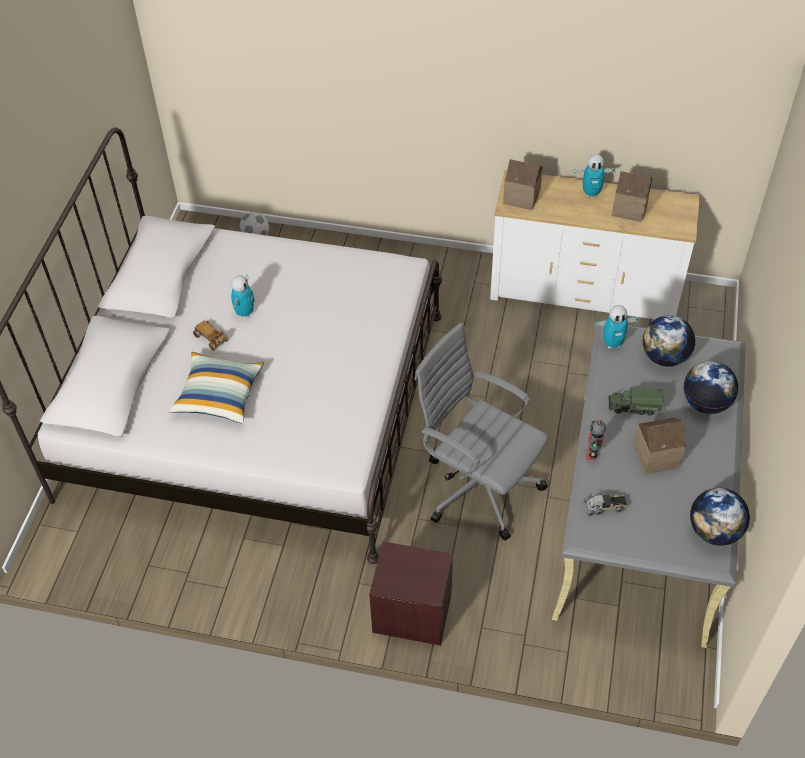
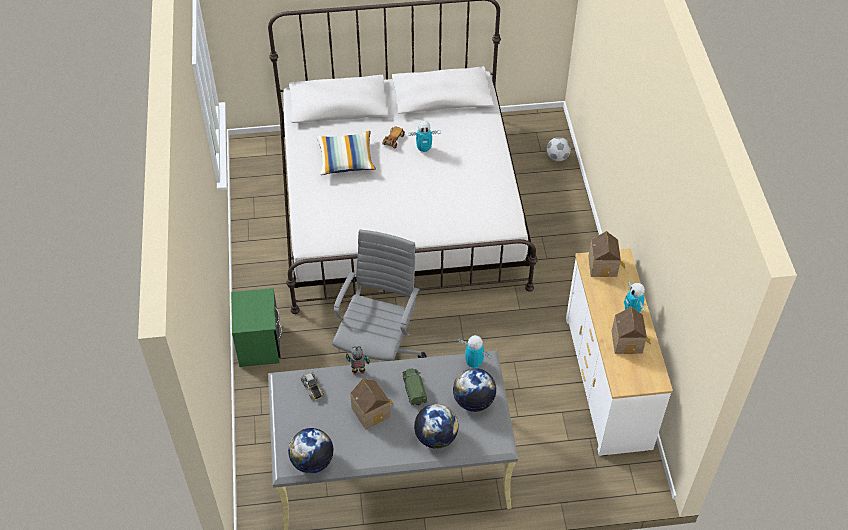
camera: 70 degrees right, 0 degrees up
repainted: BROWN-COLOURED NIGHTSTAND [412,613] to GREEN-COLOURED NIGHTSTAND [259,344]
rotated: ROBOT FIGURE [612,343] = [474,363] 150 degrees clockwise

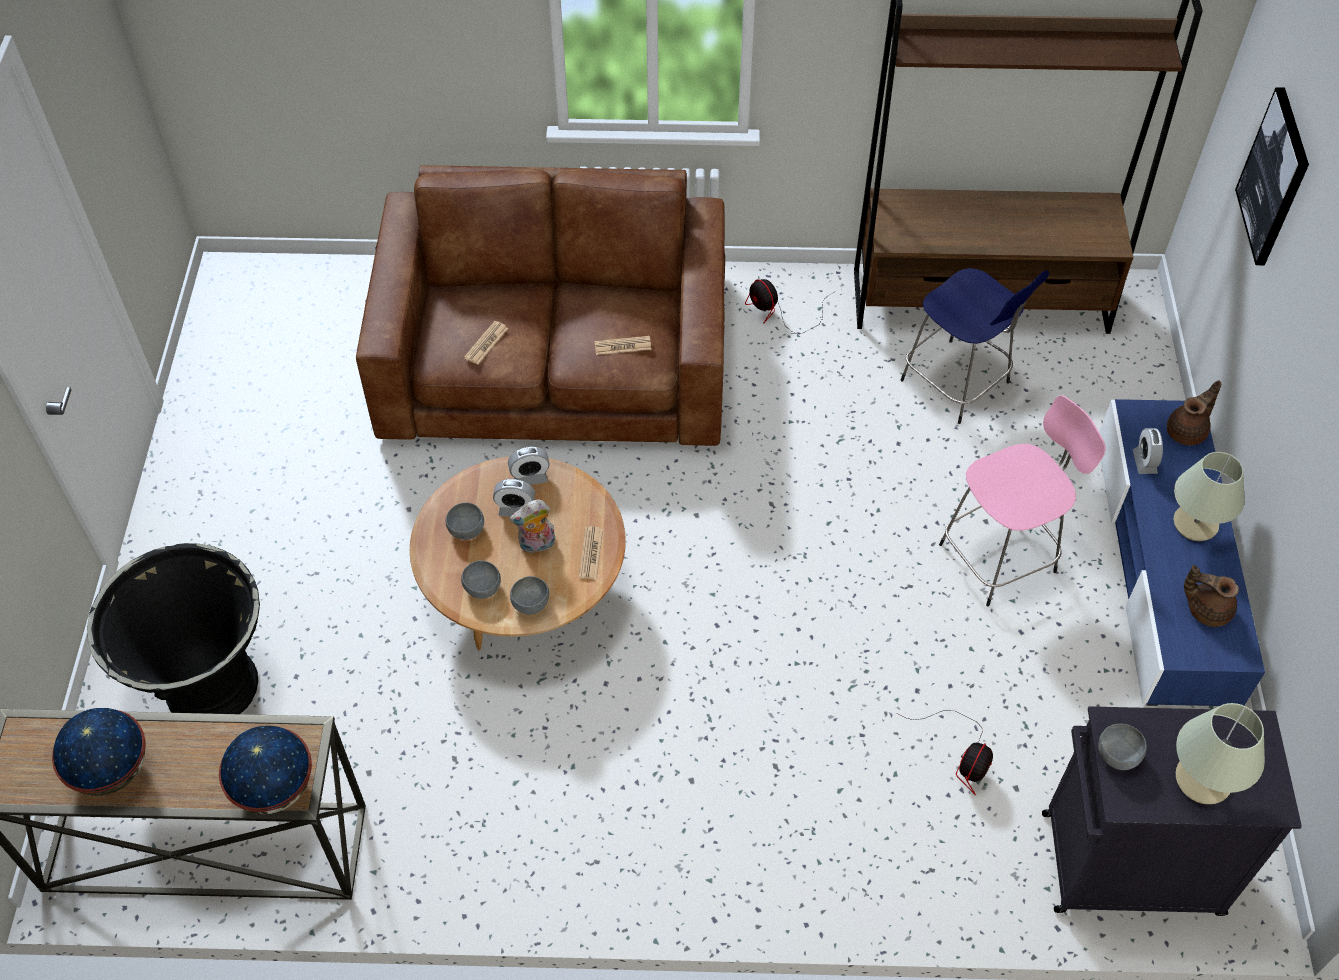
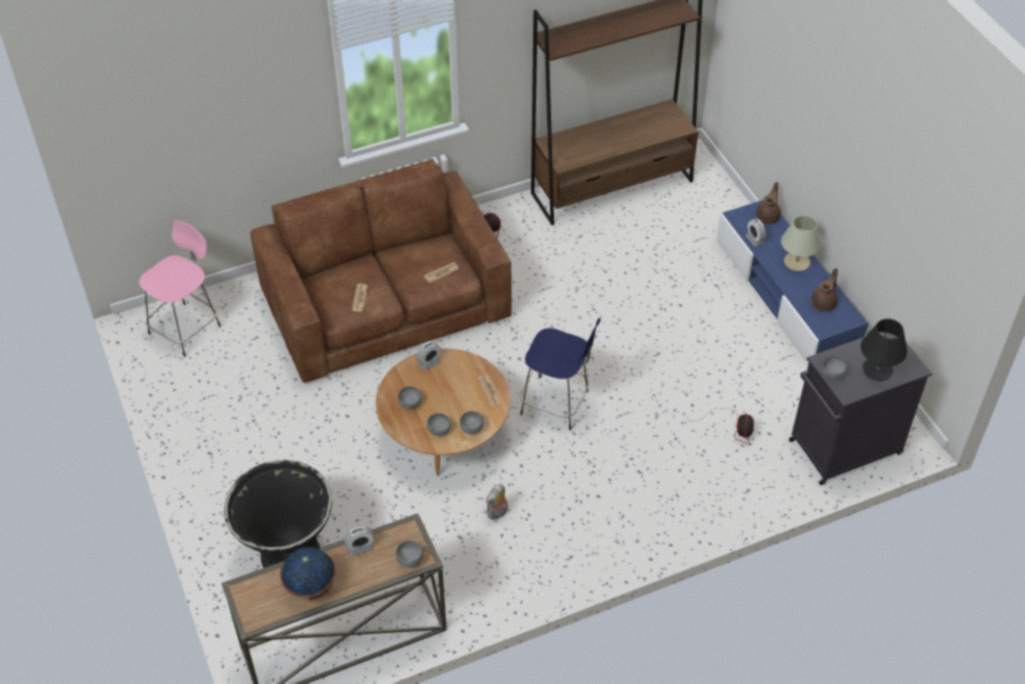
camera: 25 degrees left, 5 degrees down
gone: WALL PICTURE [1274,177]
shifted: BEDSIDE CLOCK [516,509] to [360,548]; CUDDLY TOY [537,545] to [497,513]; BLUE-COLOURED STOOL [958,383] to [557,403]; PINKISH STOOL [1001,556] to [186,328]
swapped: WORLD GLOBE [274,789] to GREYISH SERVING BOWL [409,560]
repainted: SAND-COLOURED LAMP FOR A TABLE [1203,780] to BLACK-COLOURED LAMP FOR A TABLE [877,370]
rotated: BROWN-COLOURED TEAPOT [1206,609] = [824,303] 120 degrees clockwise

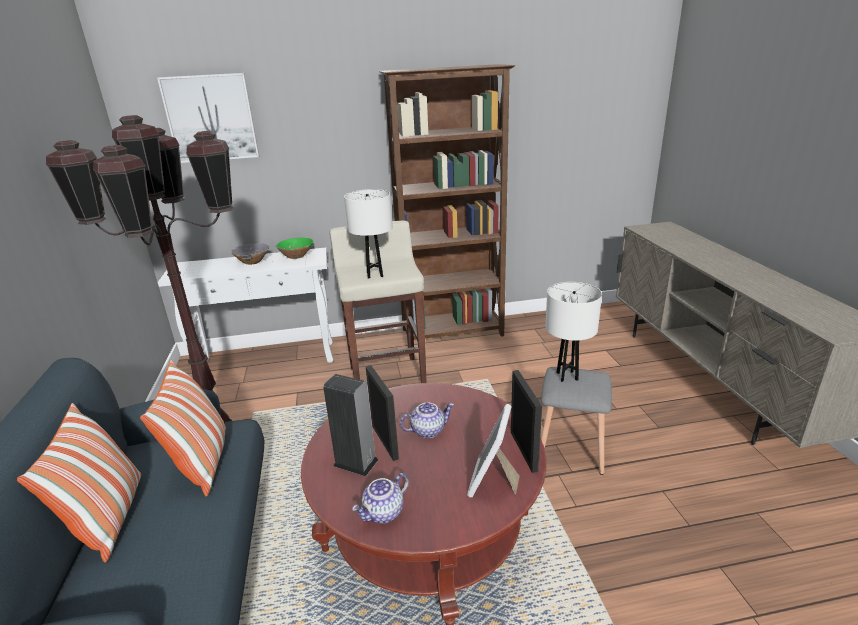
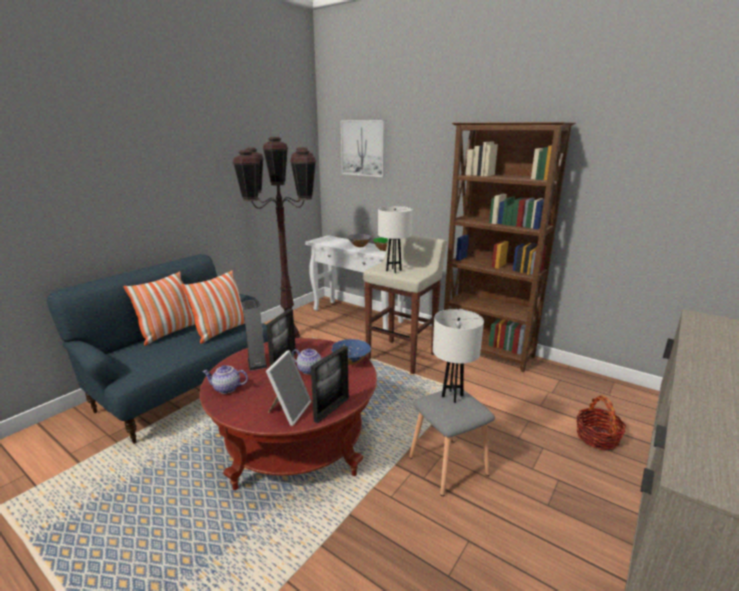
camera: 45 degrees right, 5 degrees down
new: BLUE-COLOURED SERVING BOWL [351,361]; STORAGE BASKET [597,438]
rotated: STANDING FRAME [493,481] = [289,410] 135 degrees clockwise

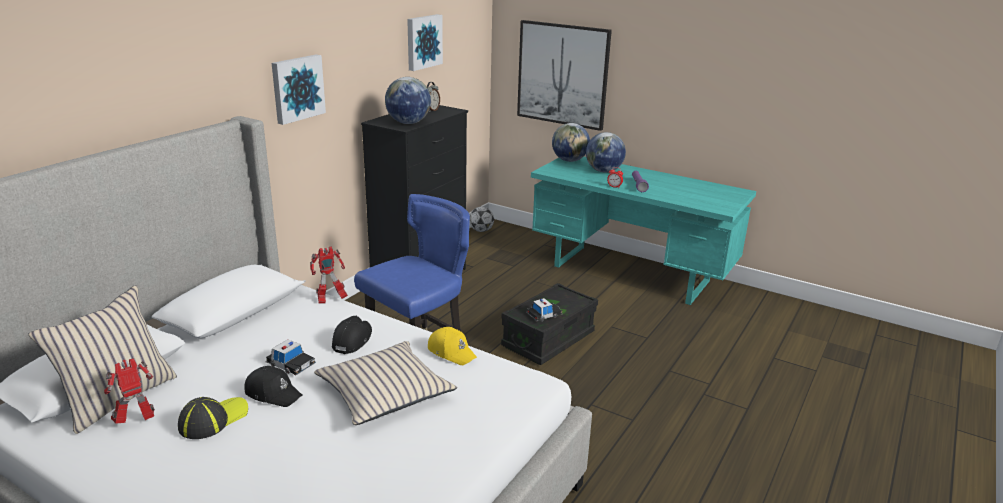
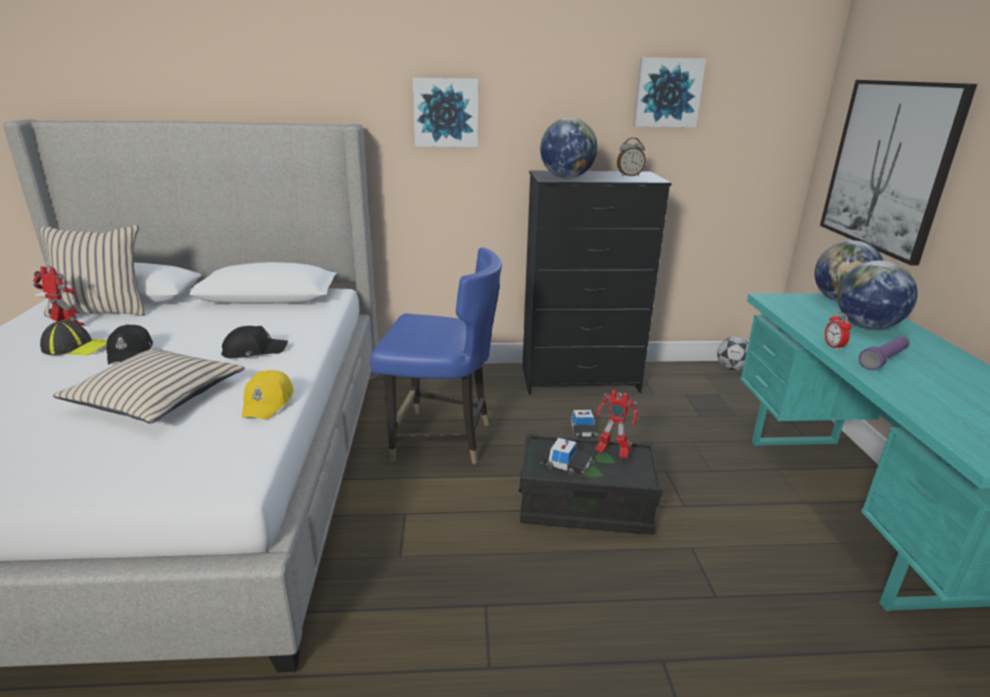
camera: 55 degrees right, 0 degrees up
shifted: MODEL CAR [291,364] to [582,429]; ROBOT FIGURE [330,299] to [611,452]

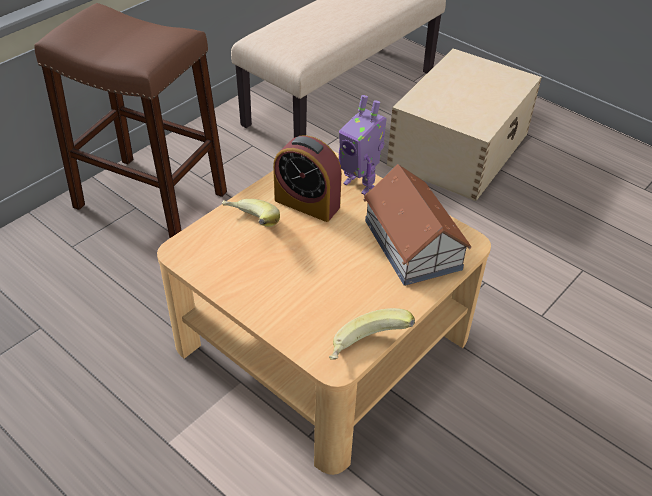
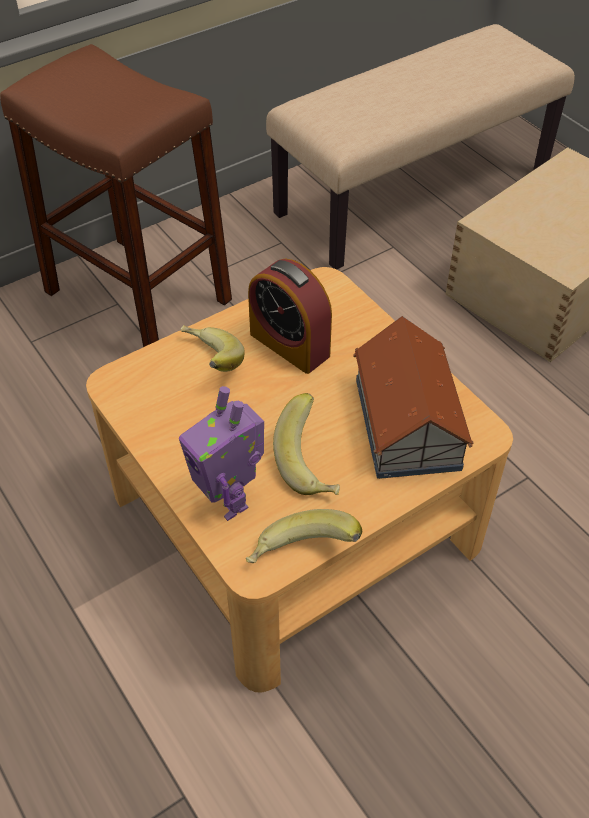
camera: 15 degrees right, 5 degrees up
new: BANANA [312,464]
shifted: ROBOT FIGURE [360,184] to [228,499]

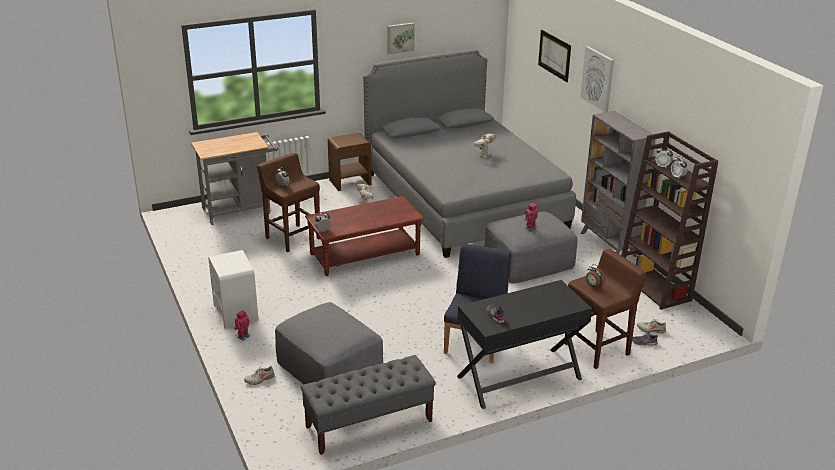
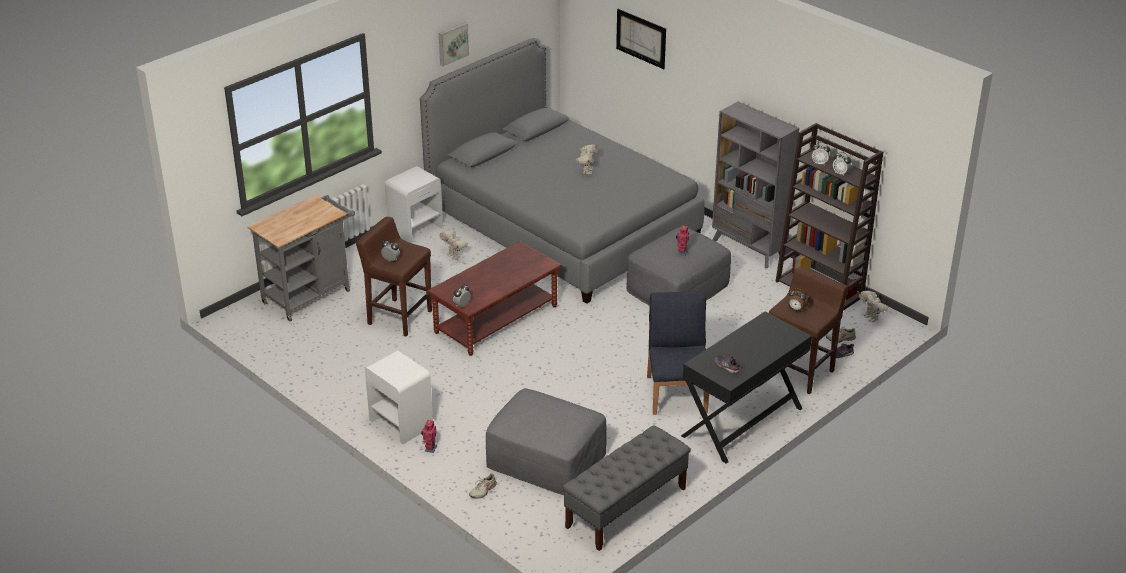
camera: 20 degrees left, 5 degrees up
gone: WALL PICTURE [597,79]
new: ROBOT FIGURE [871,317]
repainted: BROWN-COLOURED NIGHTSTAND [350,182] to WHITE NIGHTSTAND [416,228]

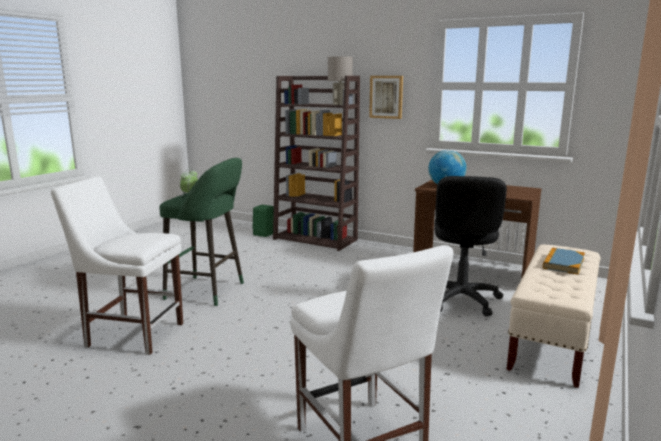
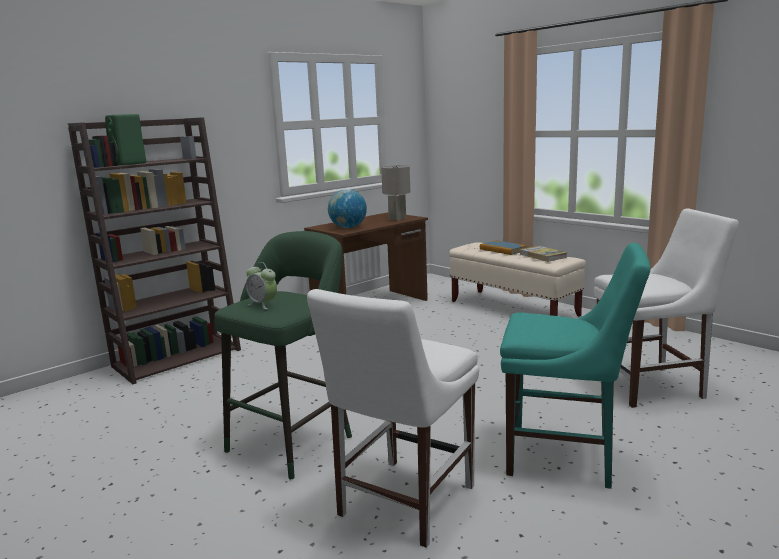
camera: 70 degrees left, 0 degrees up
gone: WALL PICTURE [386,97]; BLACK-COLOURED COMPUTER CHAIR [460,300]
new: TURQUOISE UPRIGHT CHAIR [566,457]; BOOK [543,256]
shifted: GREEN-COLOURED SPEAKER [263,234] to [129,164]; GREYISH LAMP FOR A TABLE [340,104] to [397,219]

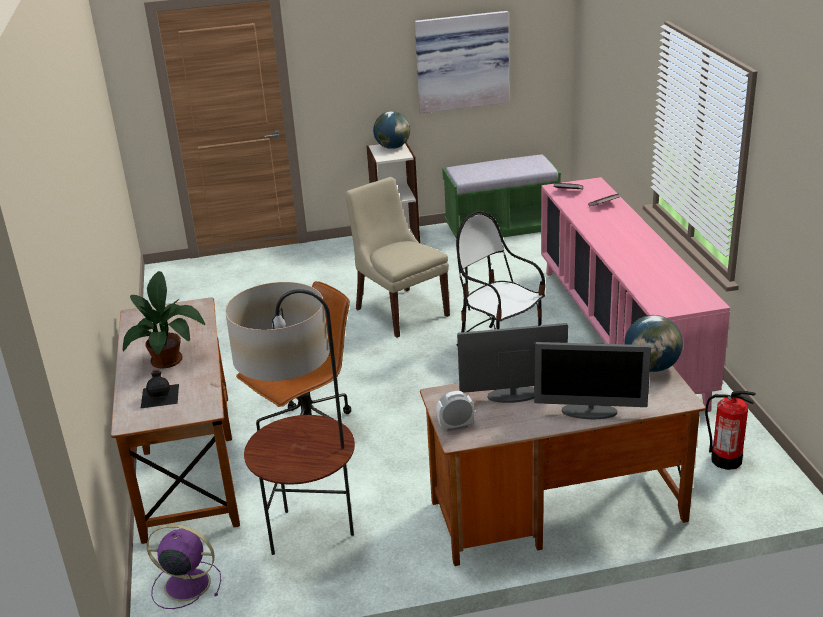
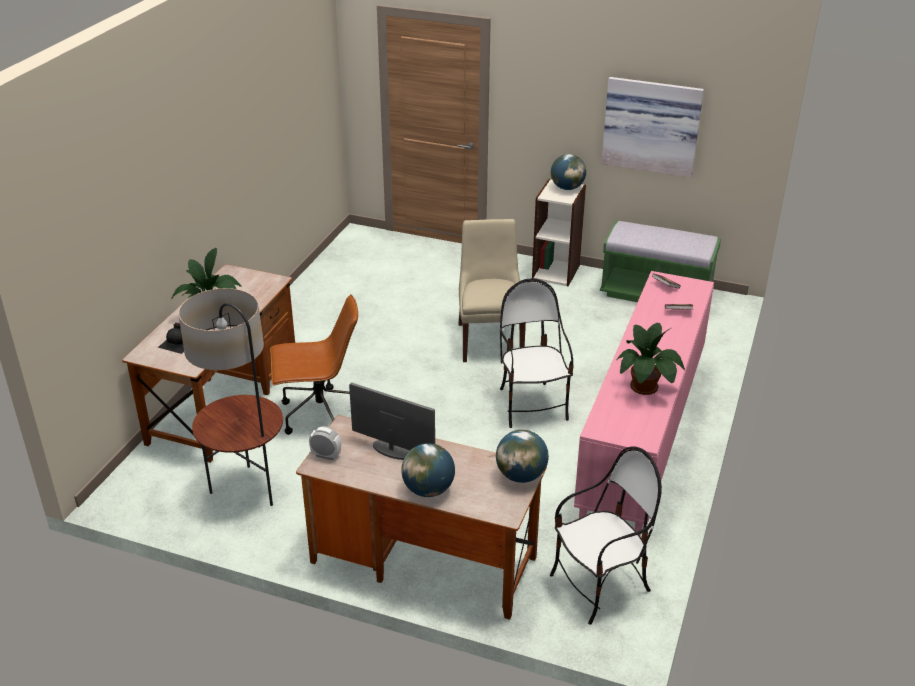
camera: 30 degrees right, 5 degrees up
gone: PURPLISH ELECTRIC FAN [185,584]
new: PLANT IN A POT [645,388]
swapped: COMPUTER DISPLAY [589,411] to WORLD GLOBE [428,489]; EXTINGUISHER [725,460] to UPRIGHT CHAIR [600,586]

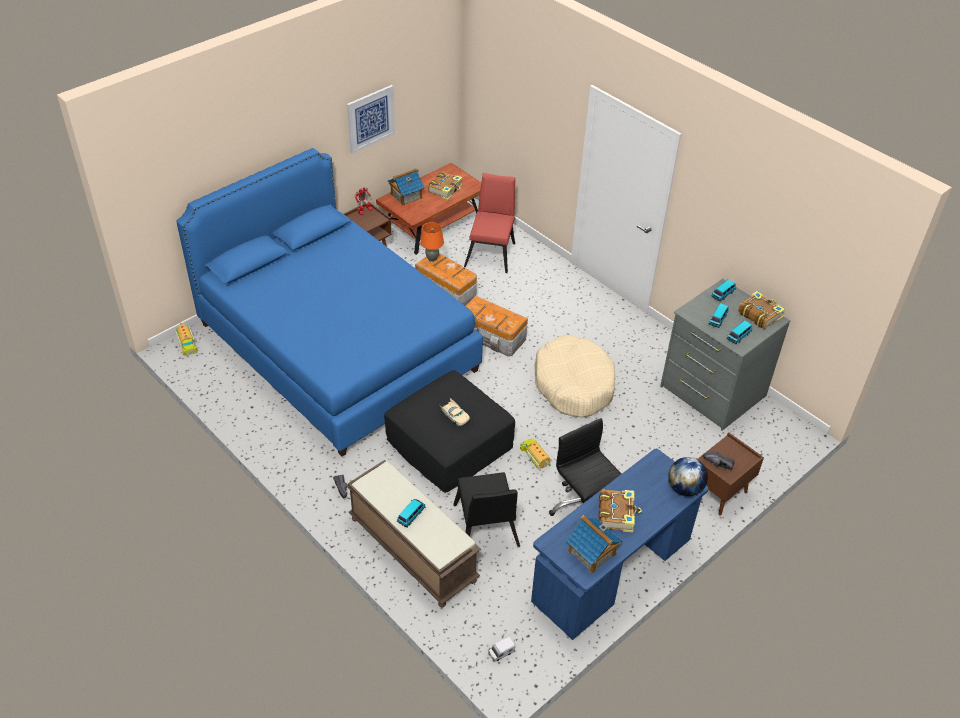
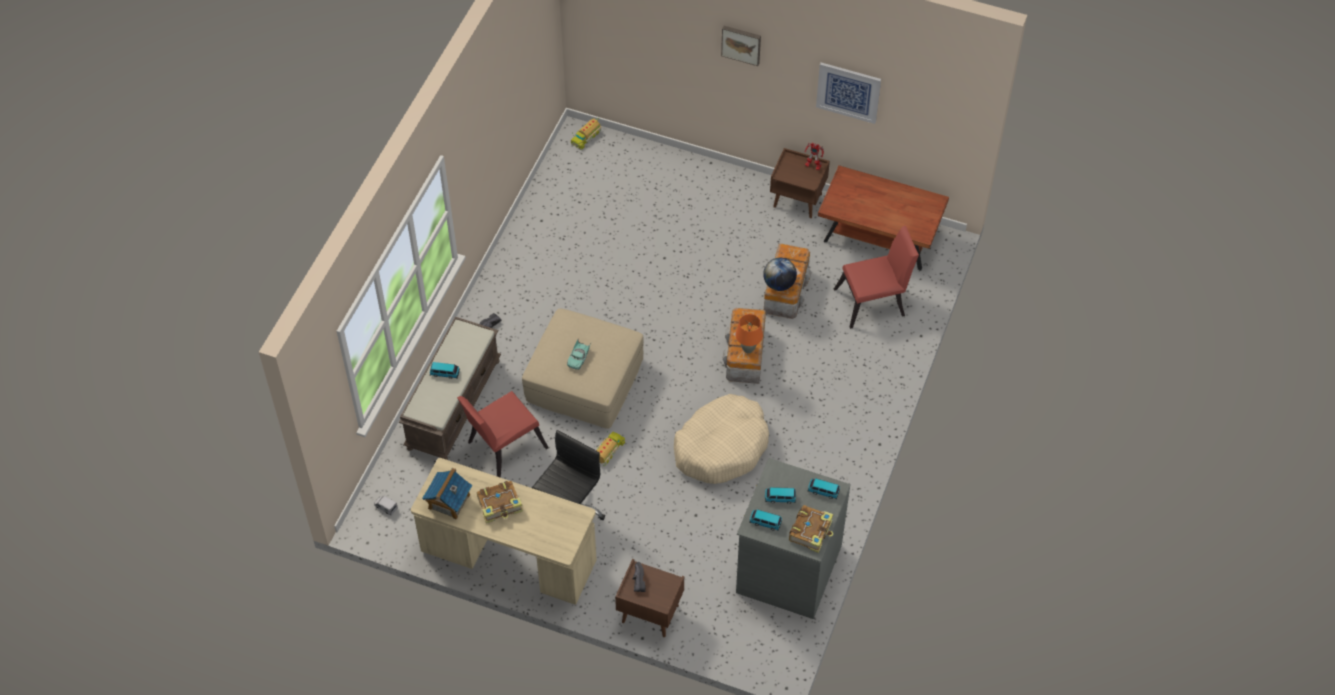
camera: 65 degrees right, 10 degrees up
gone: BLUE-COLOURED BEDROOM BED [337,347]; MINIATURE HOUSE [406,196]; BOOK [445,189]
new: WALL PICTURE [741,44]
shifted: ORANGEY LAMP FOR A TABLE [432,258] to [748,349]; WORLD GLOBE [684,488] to [779,284]
repainted: BLACK-COLOURED POUFFE [449,443] to SAND-COLOURED POUFFE [584,379]; SAND-COLOURED MODEL CAR [455,416] to TURQUOISE MODEL CAR [578,358]; BLACK-COLOURED UPRIGHT CHAIR [485,530] to RED UPRIGHT CHAIR [503,447]; BLUE-COLOURED DESK TABLE [612,572] to SAND-COLOURED DESK TABLE [508,557]

